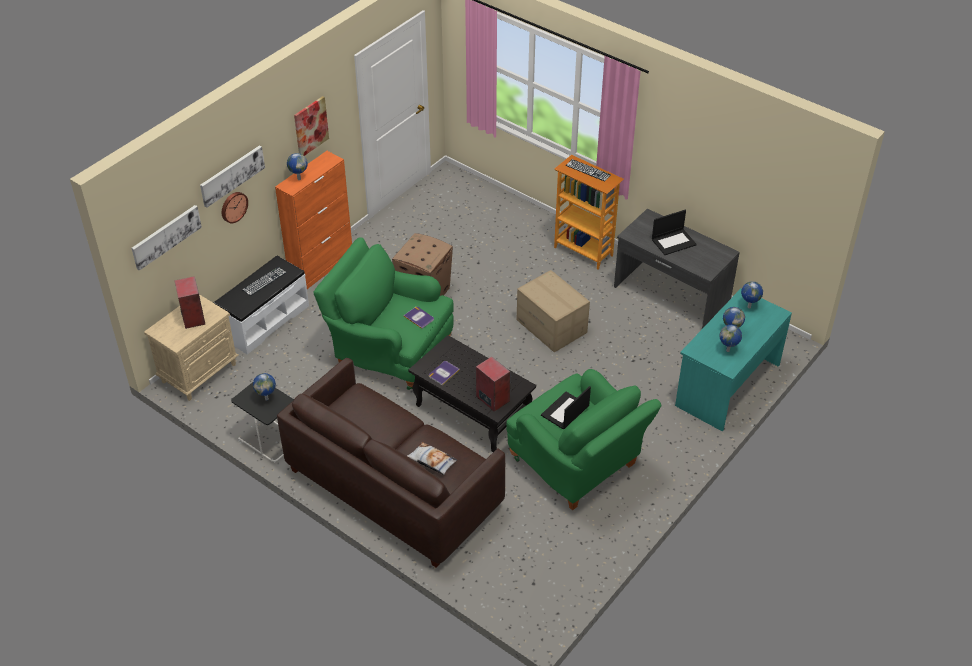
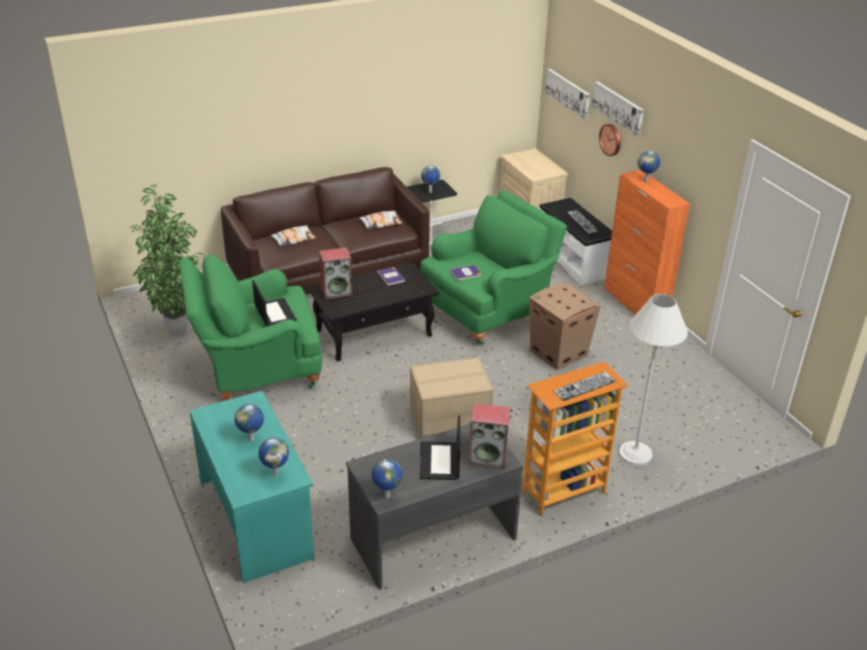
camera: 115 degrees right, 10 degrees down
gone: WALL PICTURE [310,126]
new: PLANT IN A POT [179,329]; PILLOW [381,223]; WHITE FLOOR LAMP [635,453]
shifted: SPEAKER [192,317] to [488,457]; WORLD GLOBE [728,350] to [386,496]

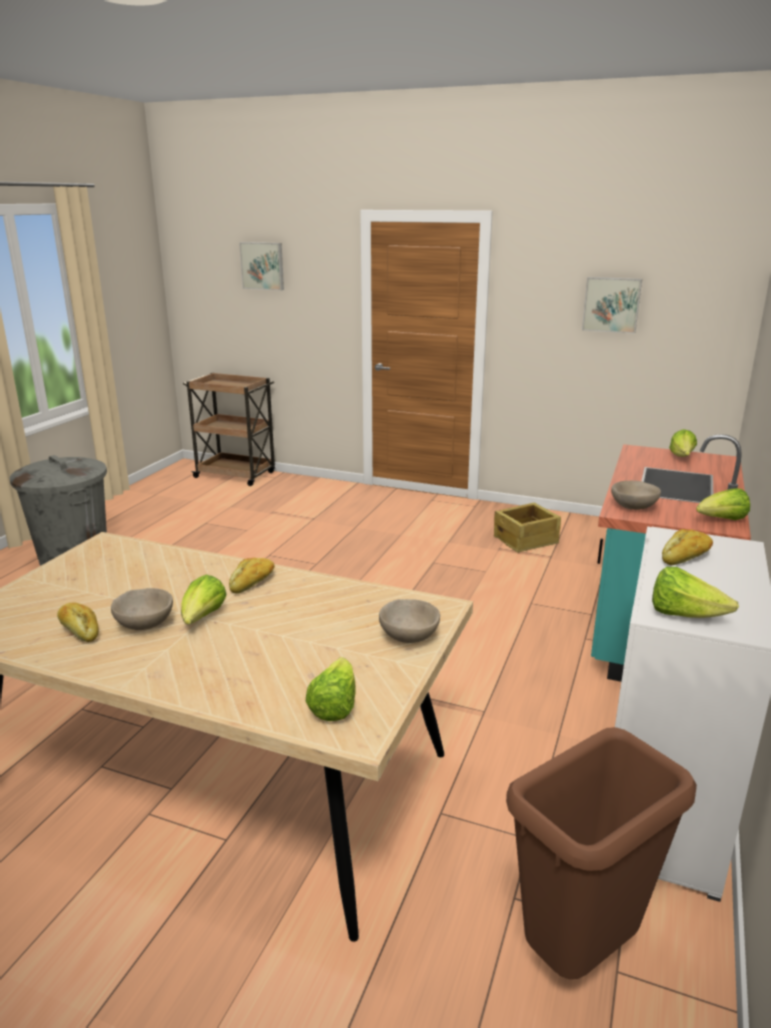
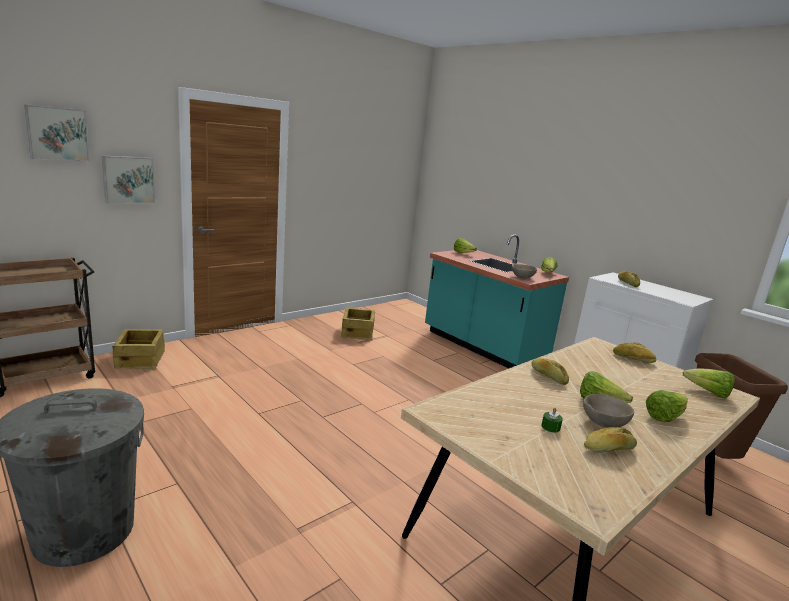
camera: 65 degrees left, 5 degrees down
new: PACKING CRATE [141,359]; GREEN-COLOURED WAX CANDLE [550,427]
shifted: WALL PICTURE [611,304] to [128,179]; HEAD OF LETTUCE [684,615] to [664,417]
swapped: SAND-COLOURED SERVING BOWL [409,636] to BREAD [633,359]

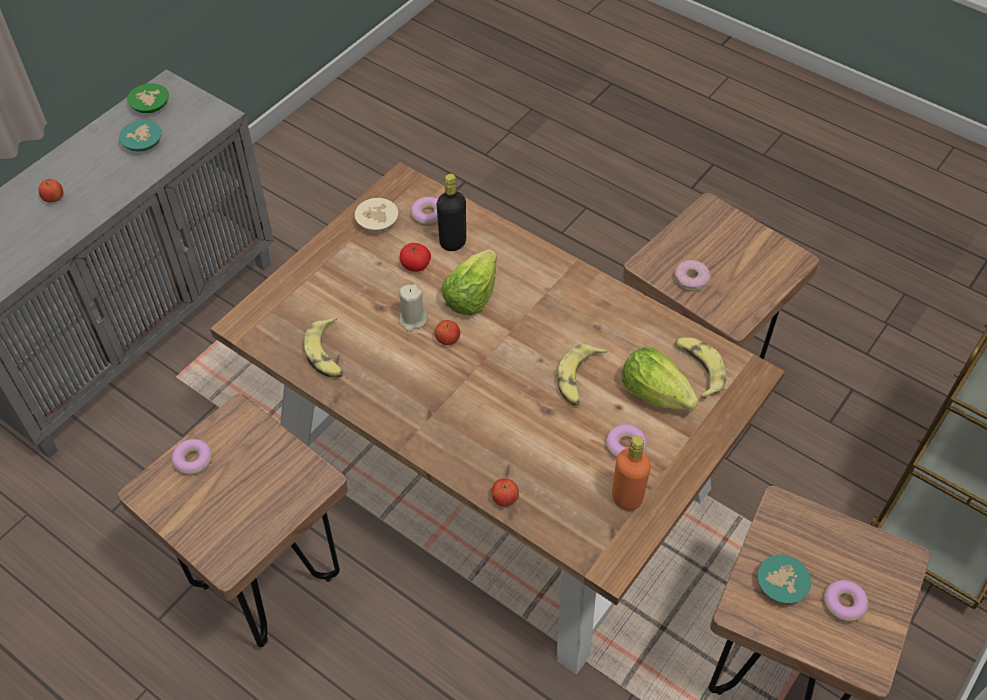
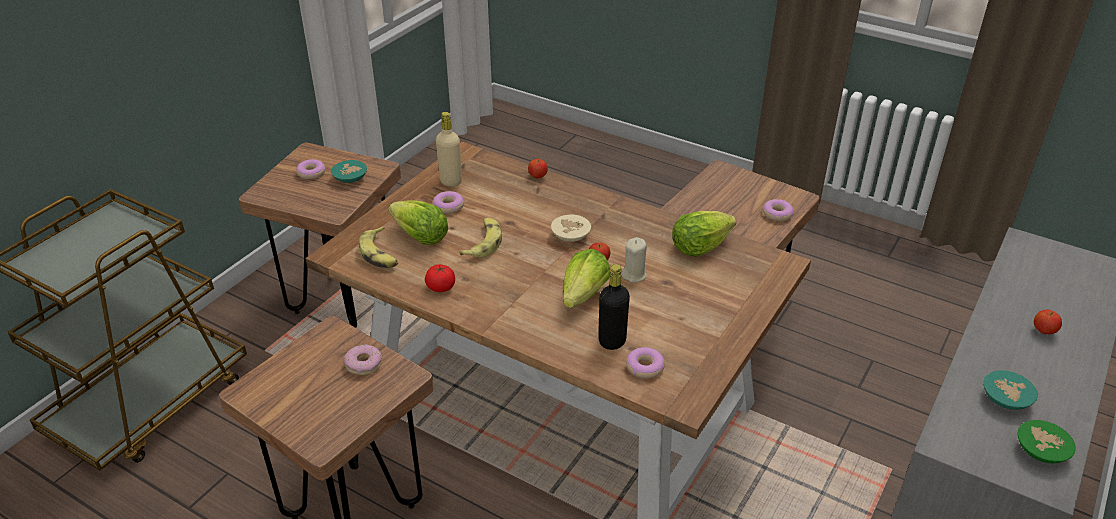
camera: 175 degrees right, 15 degrees down
shifted: SAND-COLOURED SERVING BOWL [378,223] to [569,235]; TOMATO [415,265] to [441,287]
swapped: BANANA [327,354] to HEAD OF LETTUCE [699,247]
repainted: ORANGEY BEVERAGE BOTTLE [626,498] to SAND-COLOURED BEVERAGE BOTTLE [451,181]

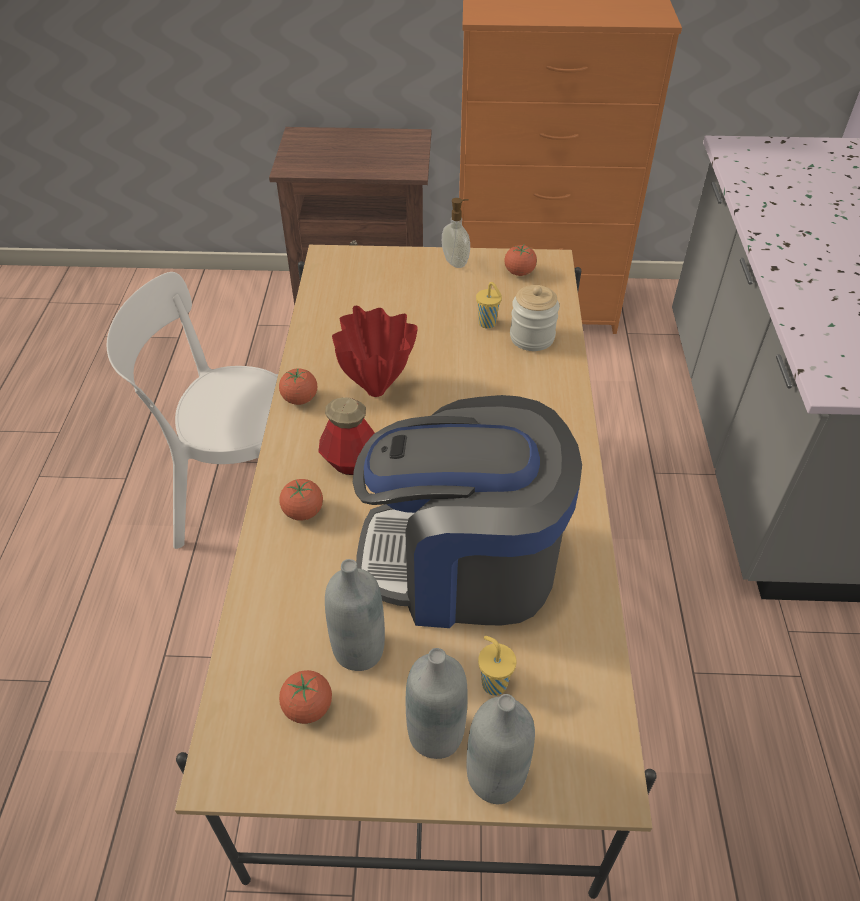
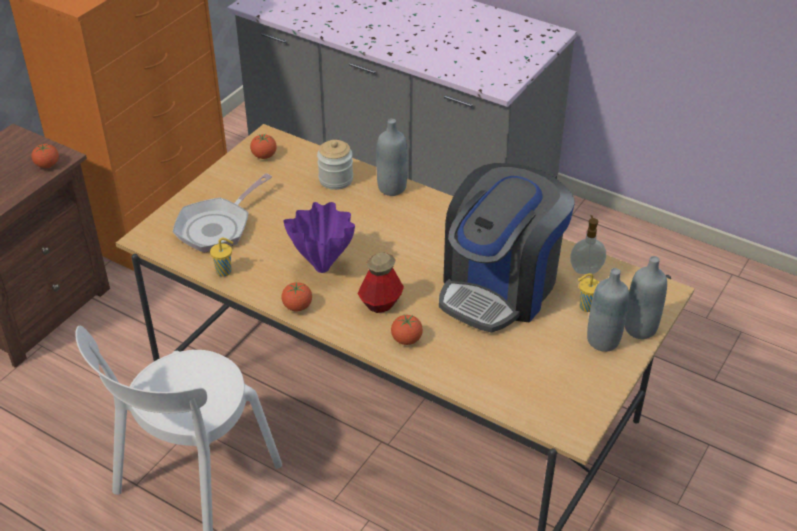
camera: 60 degrees left, 5 degrees down
new: SKILLET [217,227]
shifted: TOMATO [308,707] to [47,165]; GREYISH BEVERAGE BOTTLE [359,650] to [392,188]; SOAP DISPENSER [456,262] to [585,269]; YELLOW-COLOURED DRINKING CUP [488,324] to [225,271]
repainted: RED DECORATIVE VASE [376,391] to PURPLISH DECORATIVE VASE [323,268]

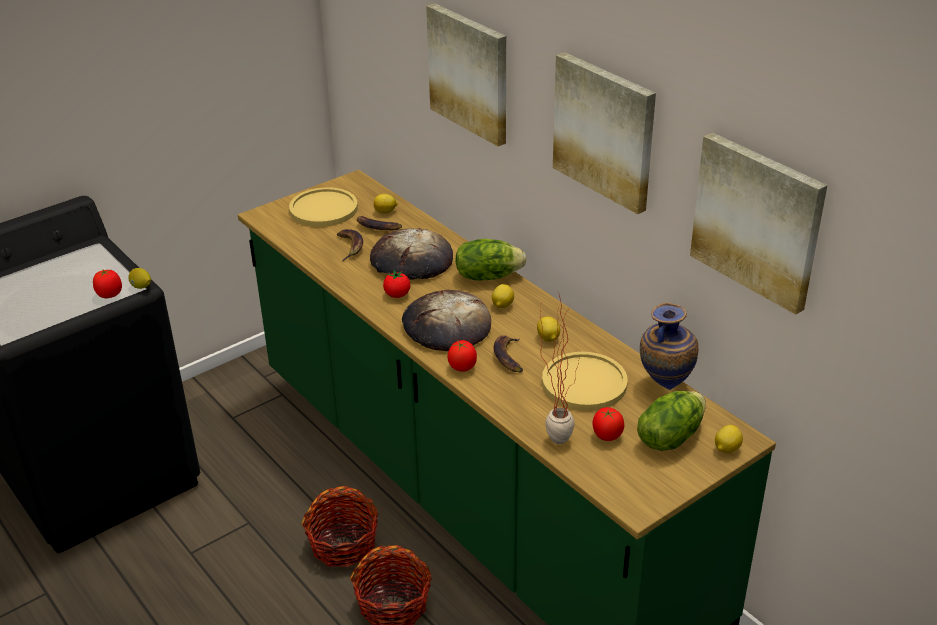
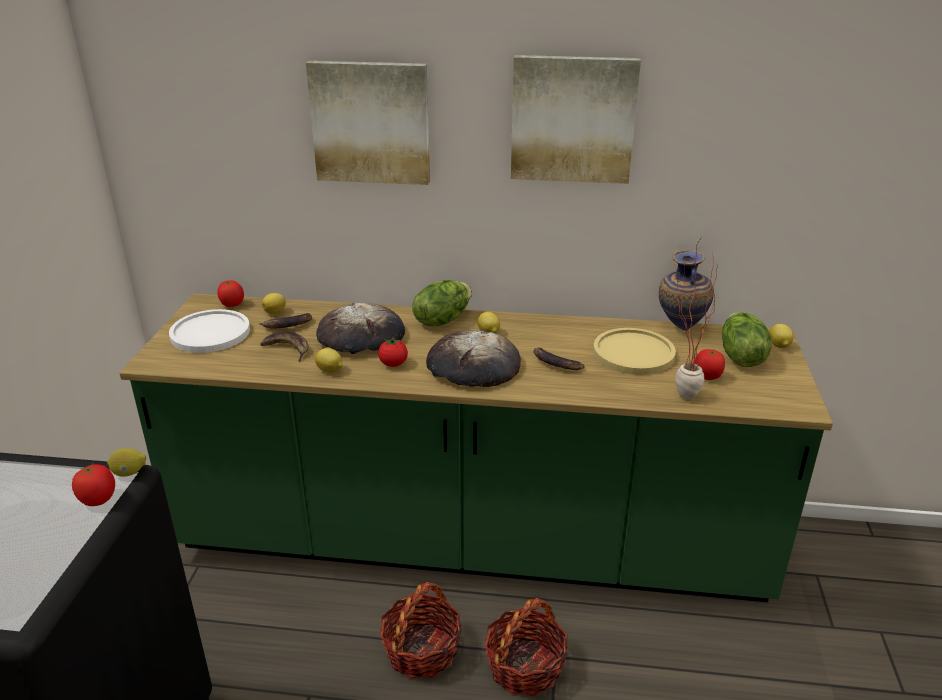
camera: 45 degrees left, 5 degrees down
gone: WALL PICTURE [758,220]
shifted: TOMATO [462,367] to [232,304]; LEMON [548,338] to [330,370]
repainted: YELLOW-COLOURED PLATE [323,209] to WHITE PLATE [210,333]

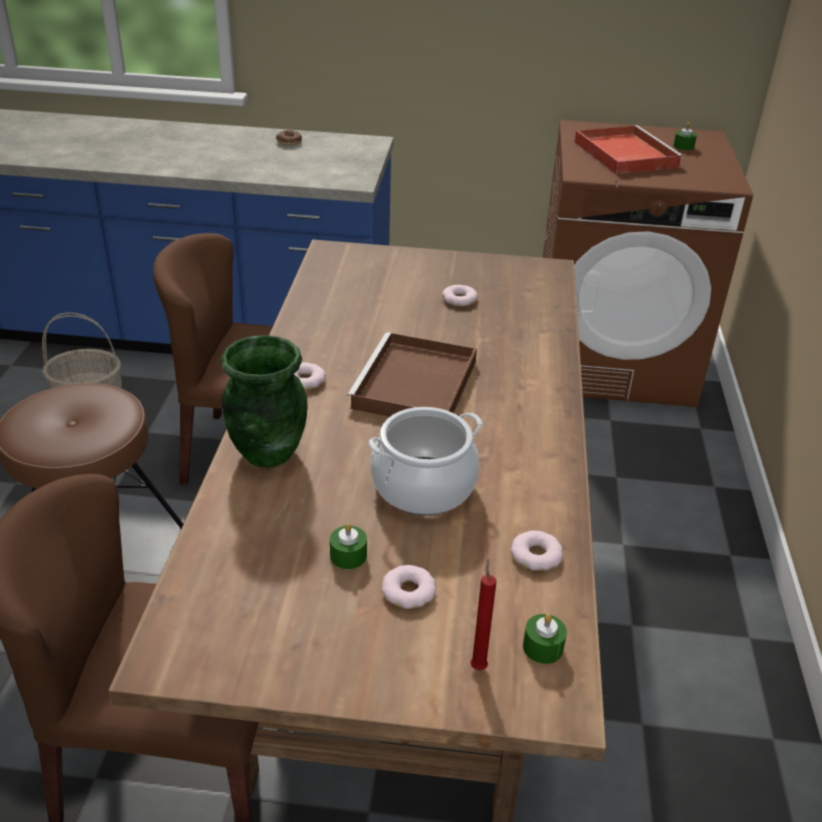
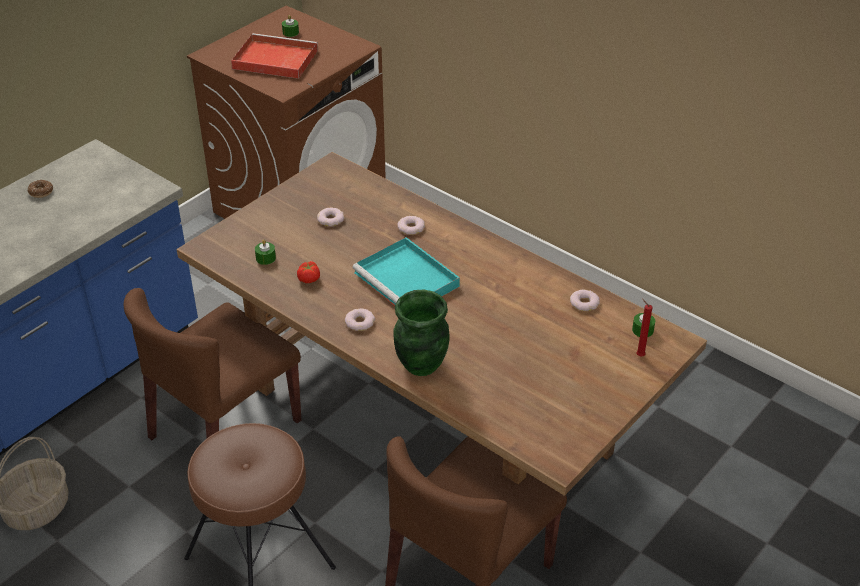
camera: 55 degrees left, 5 degrees up
gone: SAUCEPOT [423,486]
new: TOMATO [309,278]
shifted: GREEN-COLOURED WAX CANDLE [348,556] to [265,258]; DOUGHNUT [409,591] to [411,228]
repainted: BROWN-COLOURED CARRYING TRAY [415,386] to TURQUOISE CARRYING TRAY [408,280]

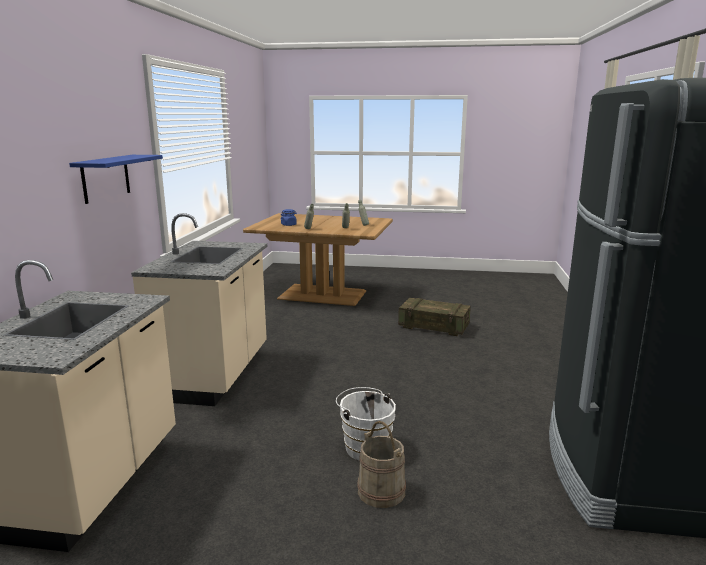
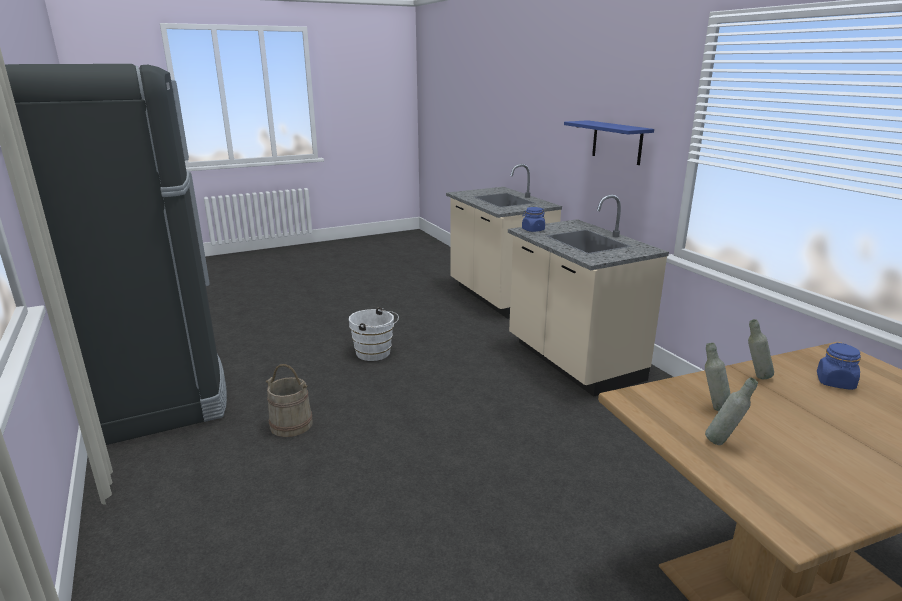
camera: 145 degrees right, 5 degrees up
gone: PACKING CRATE [433,327]
new: BLUE-COLOURED JAR [533,230]
shifted: SAND-COLOURED BUCKET [381,491] to [291,425]

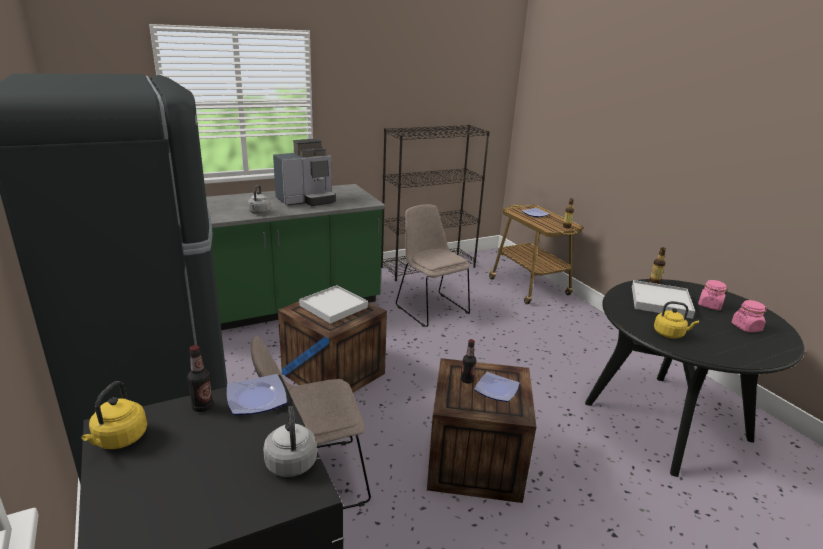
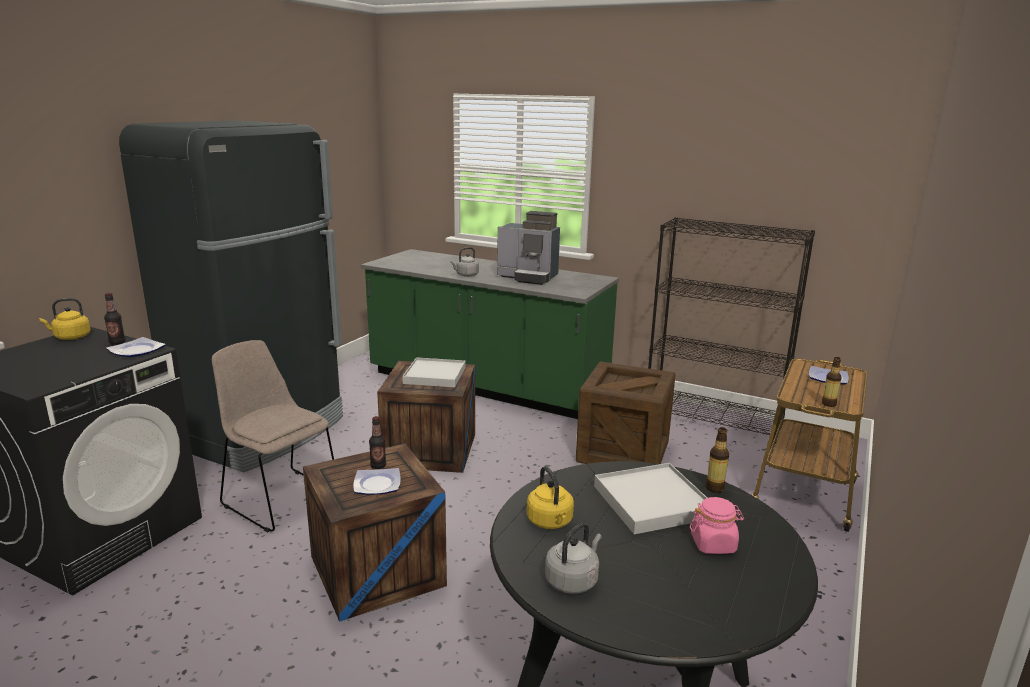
camera: 55 degrees right, 5 degrees down
gone: PINKISH JAR [746,327]
shifted: GREYISH KETTLE [291,461] to [573,580]
swapped: SAND-COLOURED UPRIGHT CHAIR [431,308] to PACKING CRATE [623,452]

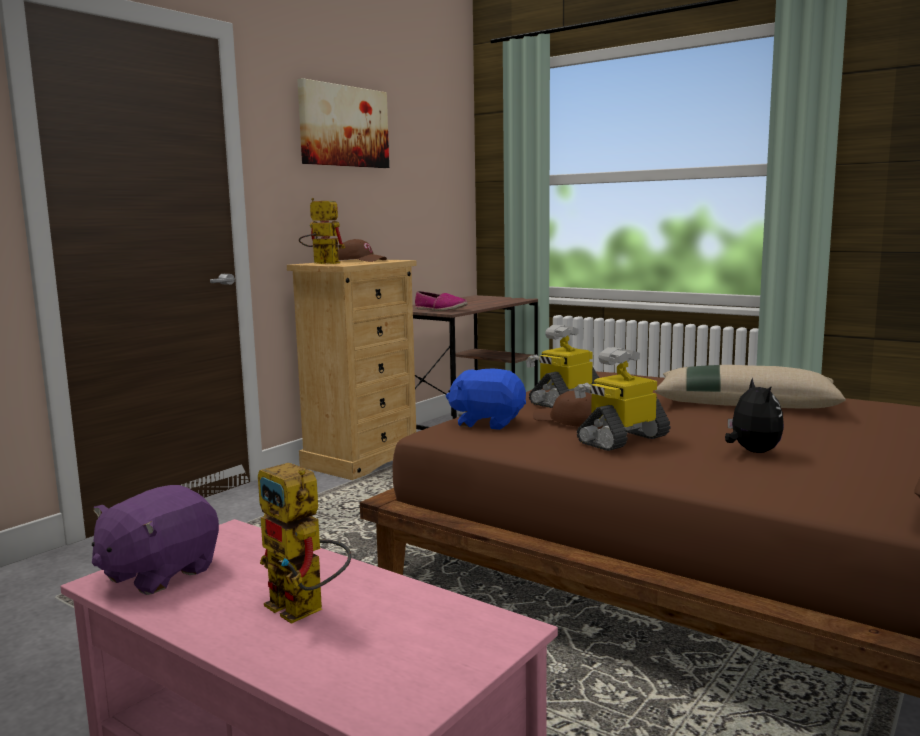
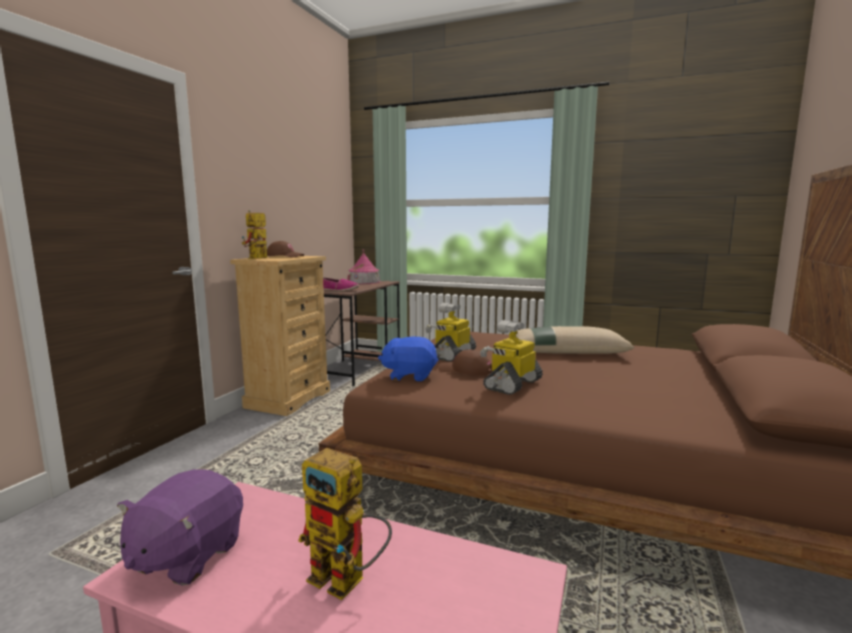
camera: 15 degrees left, 0 degrees up
gone: WALL PICTURE [343,126]; CUDDLY TOY [752,452]
new: MINIATURE HOUSE [364,282]
rotated: ROBOT FIGURE [320,263] = [256,258] 75 degrees counterclockwise

